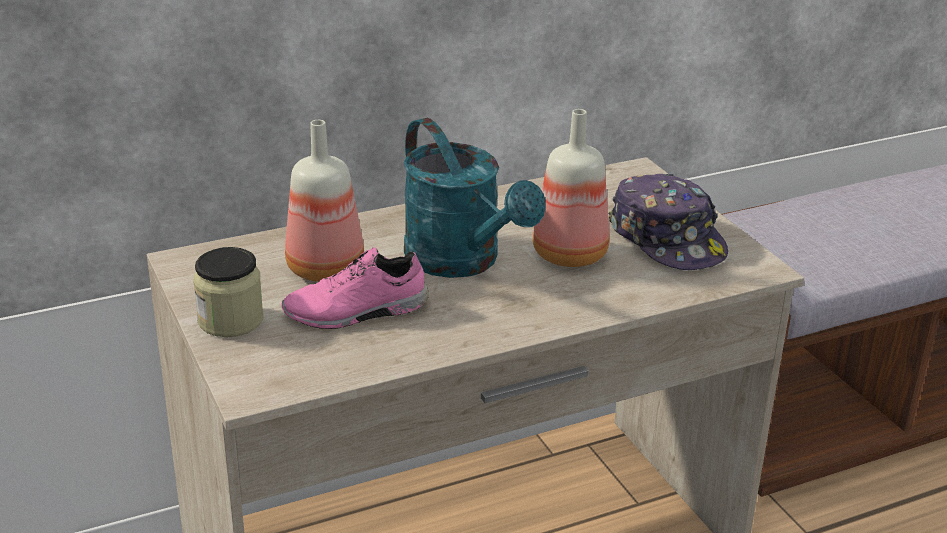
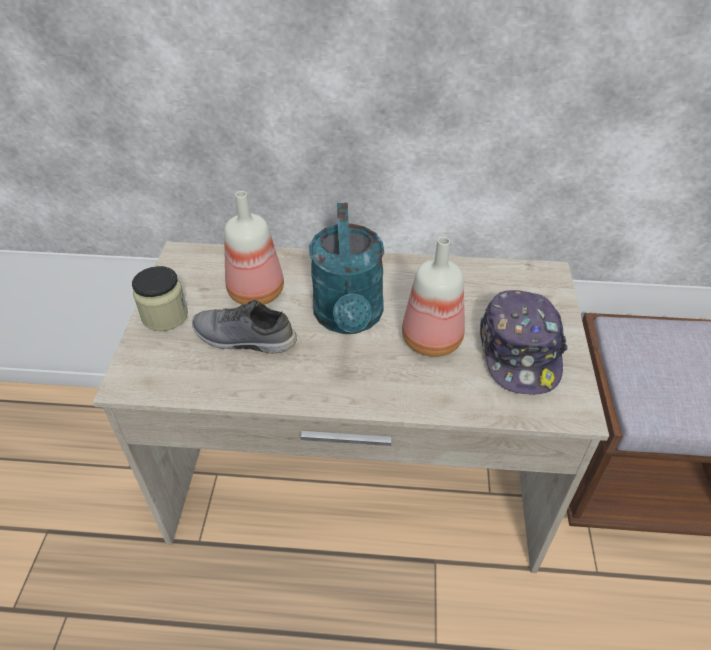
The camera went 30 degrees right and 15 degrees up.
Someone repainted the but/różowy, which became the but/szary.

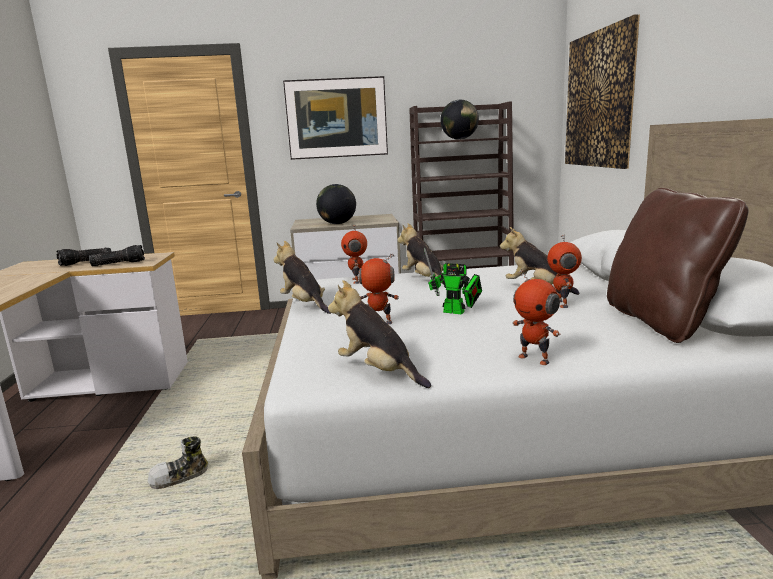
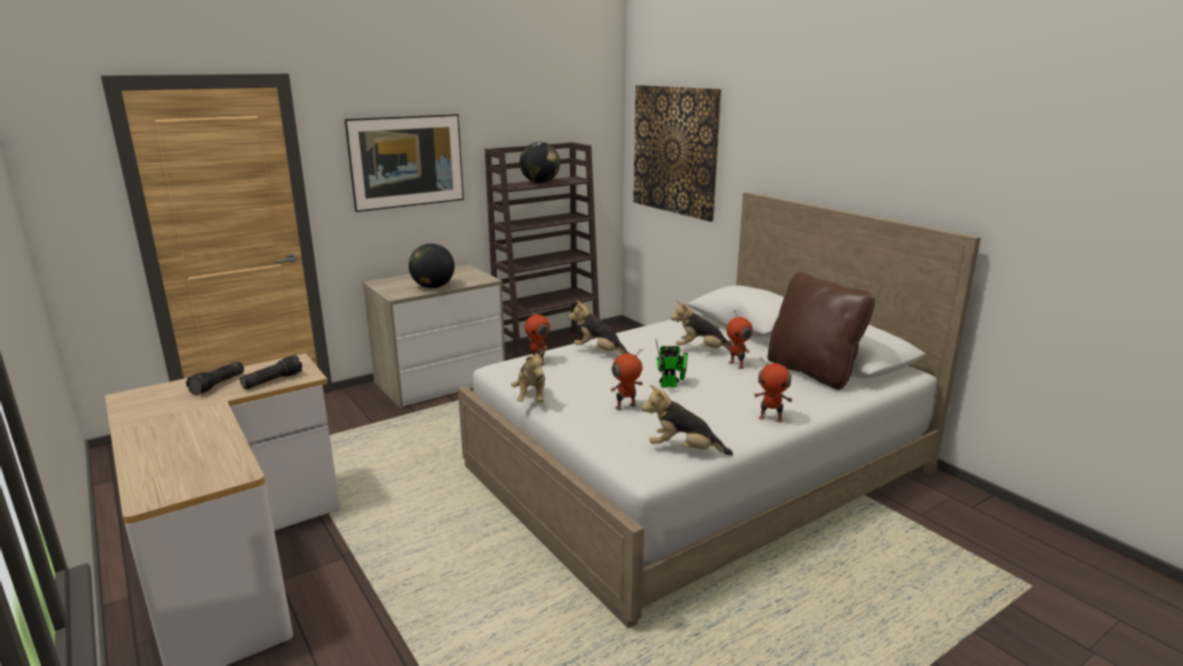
The camera went 30 degrees left and 5 degrees up.
Someone rotated the pluszak (no. 1 from left) by 120 degrees counterclockwise.
Someone took away the but.

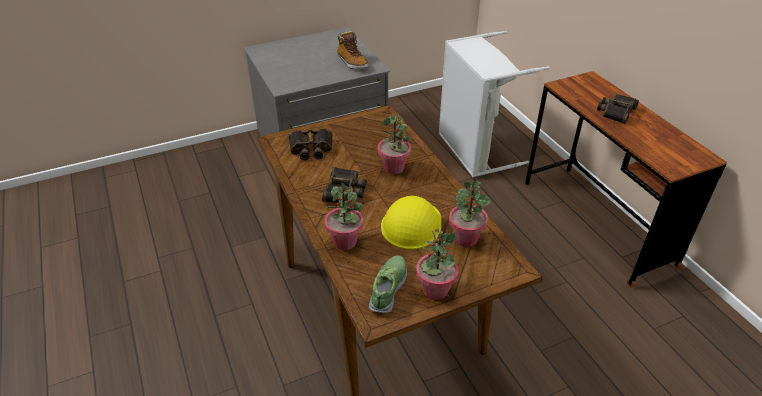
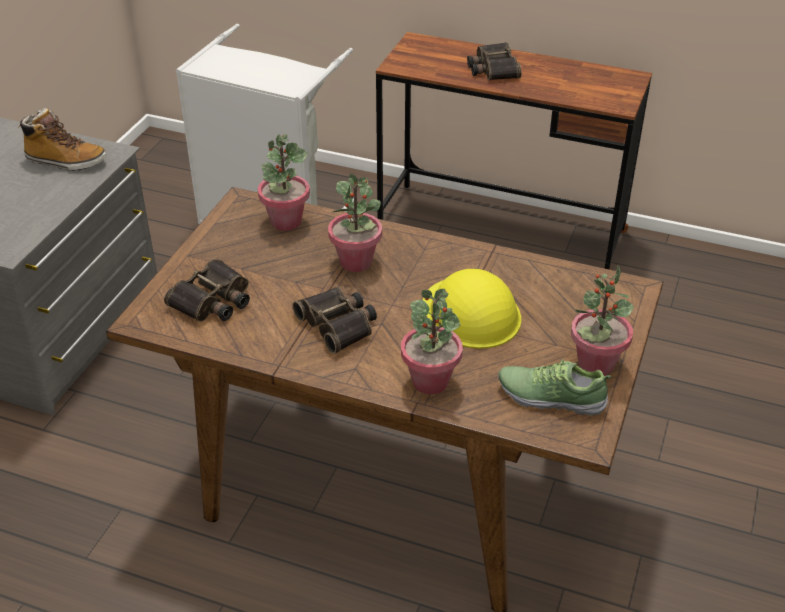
The camera went 45 degrees left and 0 degrees up.
Someone carried the roślina doniczkowa (no. 4 from left in the first image).
Someone rotated the but by 45 degrees counterclockwise.

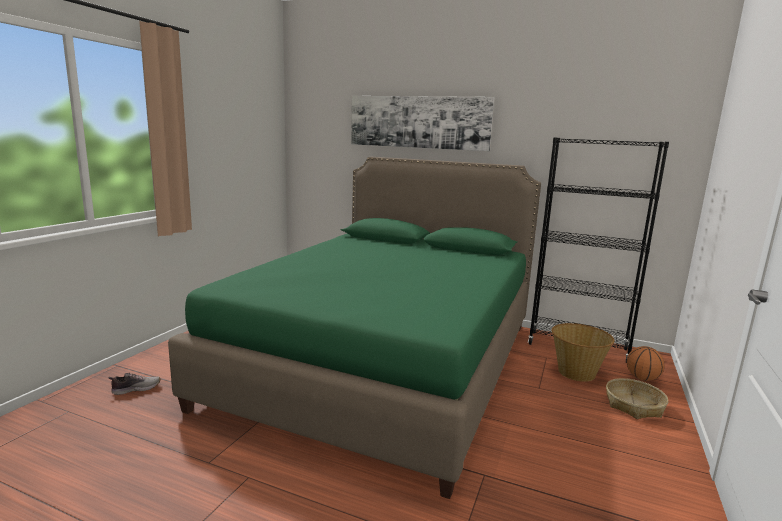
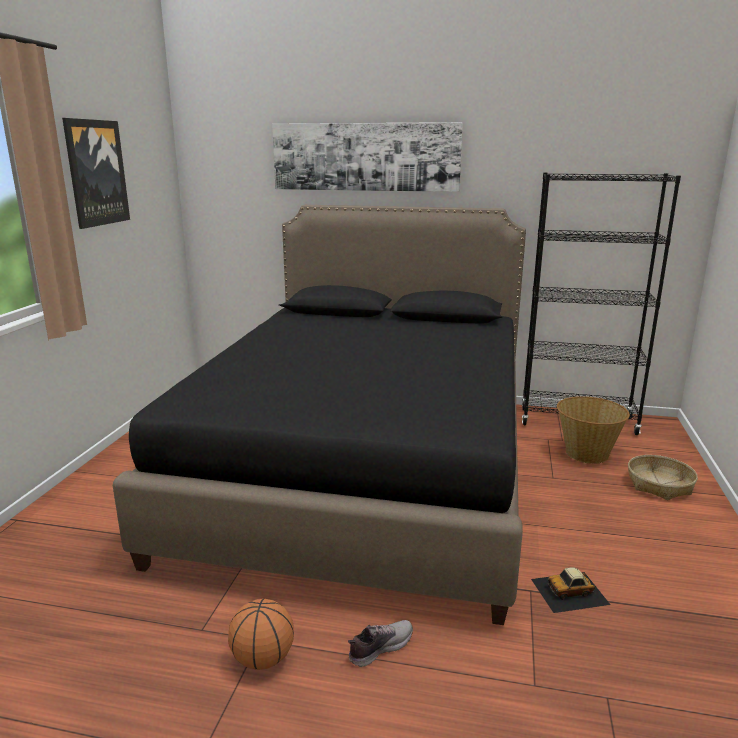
The camera went 10 degrees left and 5 degrees up.
Someone put up the obraz (no. 1 from left).
Someone repainted the łóżko/zielony, which became the łóżko/czarny.
Someone carried the piłka do koszykówki.
Someone carried the but.
Someone put down the samochodzik.

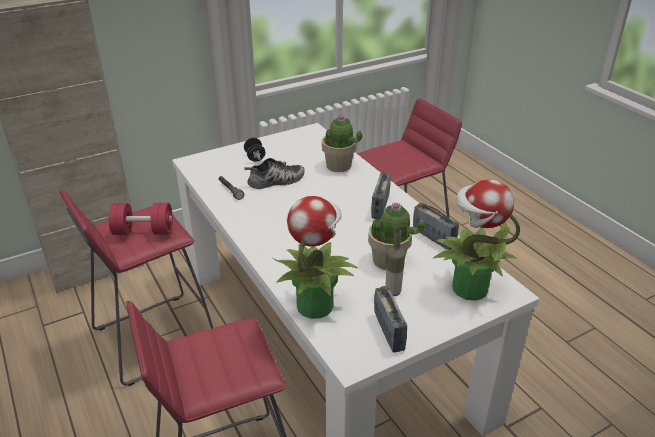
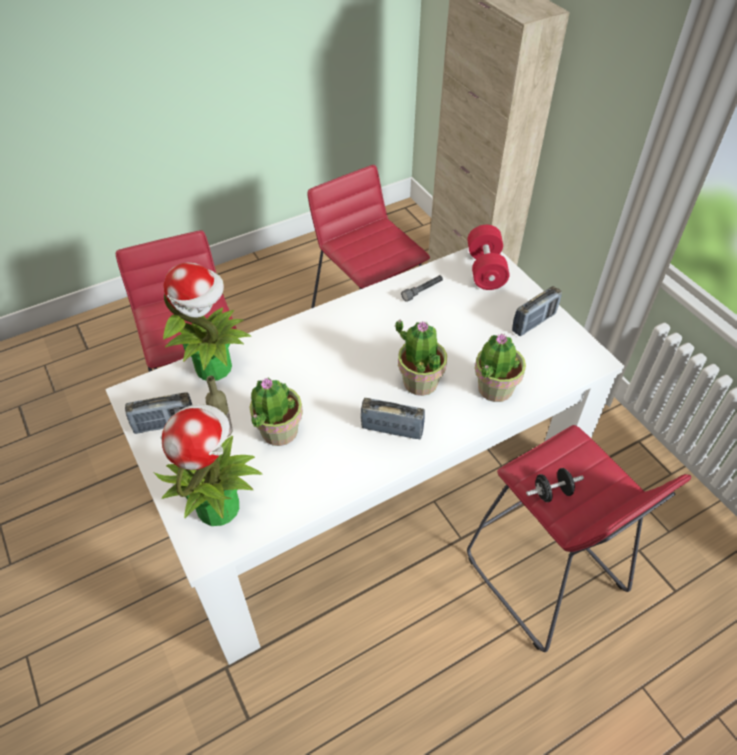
The camera went 90 degrees right and 15 degrees up.
Someone put down the roślina doniczkowa (no. 4 from left).
Someone carried the hantel/czerwony.
Someone carried the radio (no. 3 from left).
Someone carried the hantel/czarny.
Someone took away the but.

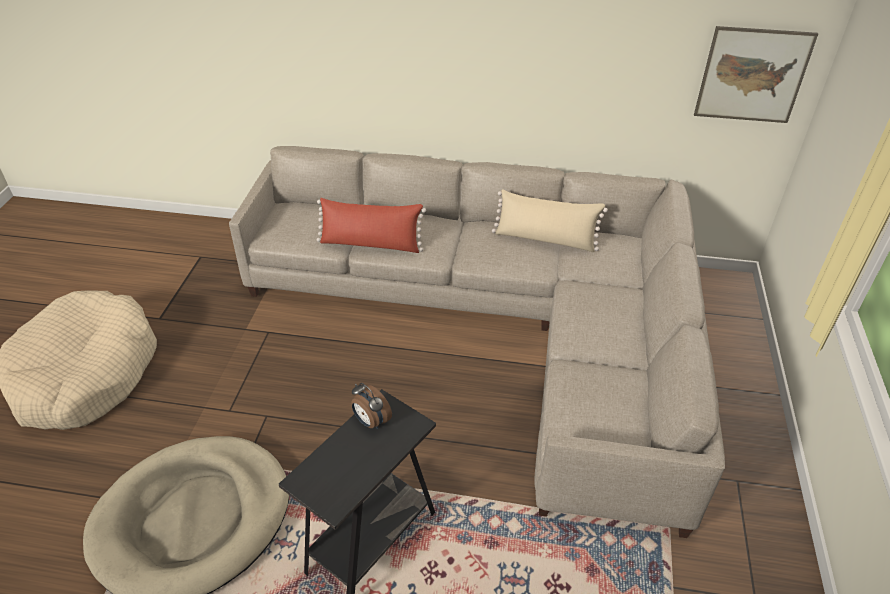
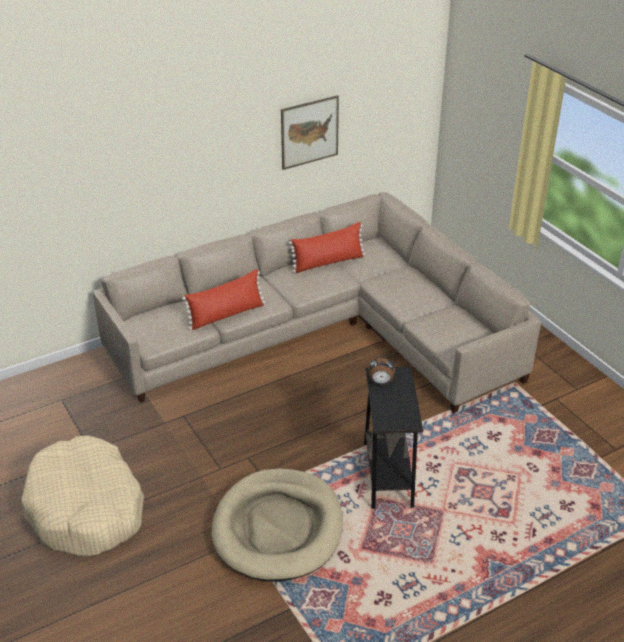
The camera went 40 degrees left and 5 degrees down.
Someone carried the obraz.
Someone repainted the poduszka/beżowy, which became the poduszka/czerwony (no. 2 from left).

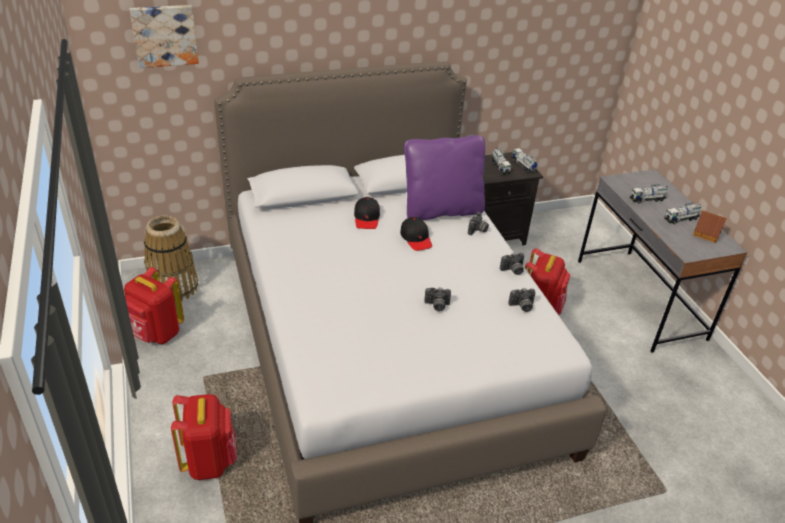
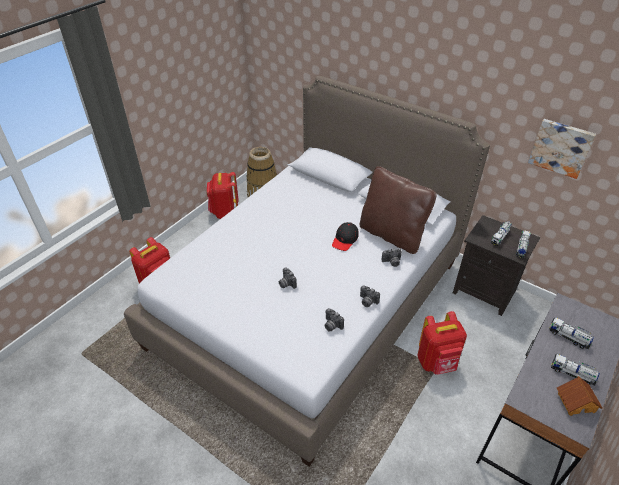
The camera went 55 degrees right and 5 degrees up.
Someone repainted the poduszka/fioletowy, which became the poduszka/brązowy.
Someone carried the obraz.
Someone took away the czapka z daszkiem/czarny (no. 1 from left).

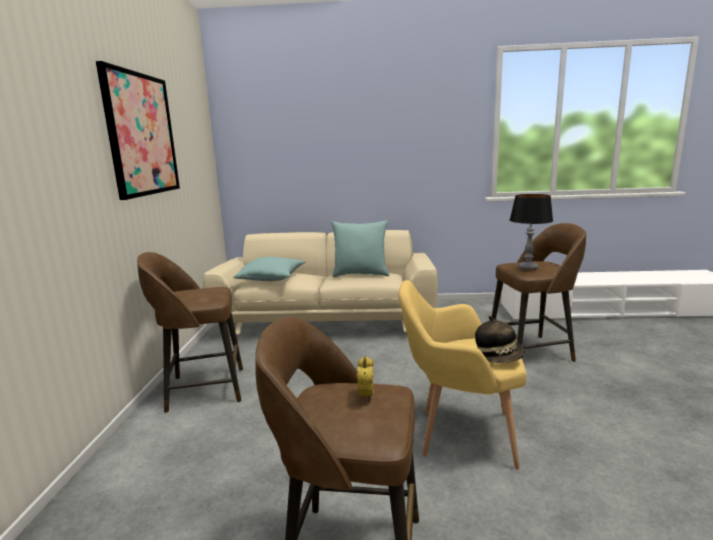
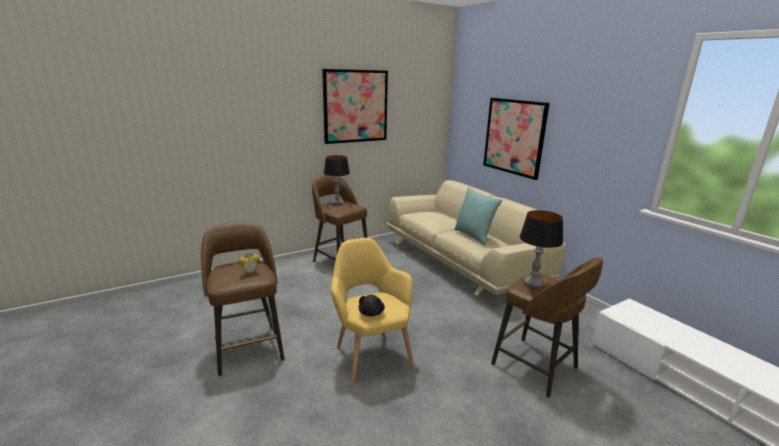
The camera went 55 degrees right and 5 degrees up.
Someone put down the lampa stołowa (no. 1 from left).
Someone swapped the kapelusz for the pluszak/czarny.
Someone put up the obraz (no. 2 from left).
Someone took away the poduszka/turkusowy (no. 1 from left).

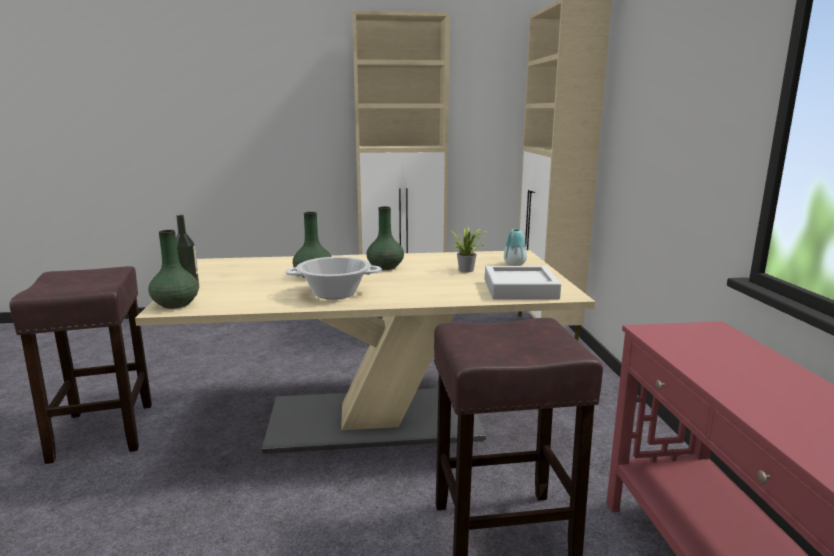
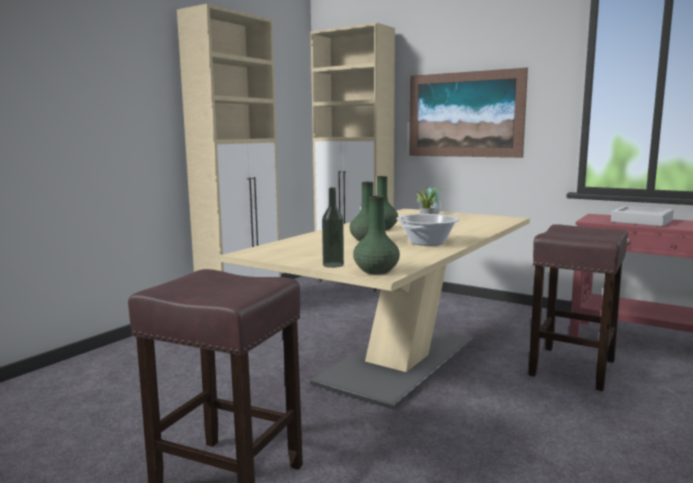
The camera went 50 degrees left and 5 degrees down.
Someone put up the obraz.
Someone carried the taca/szary.

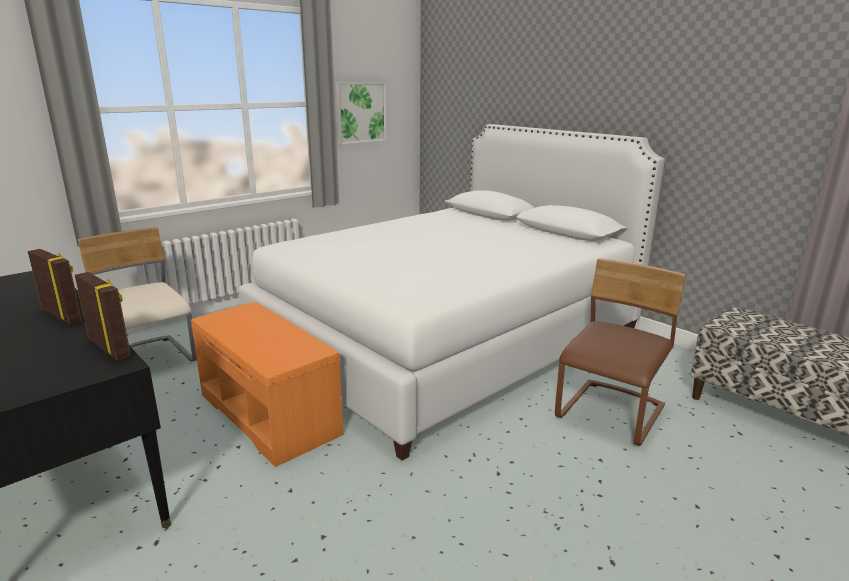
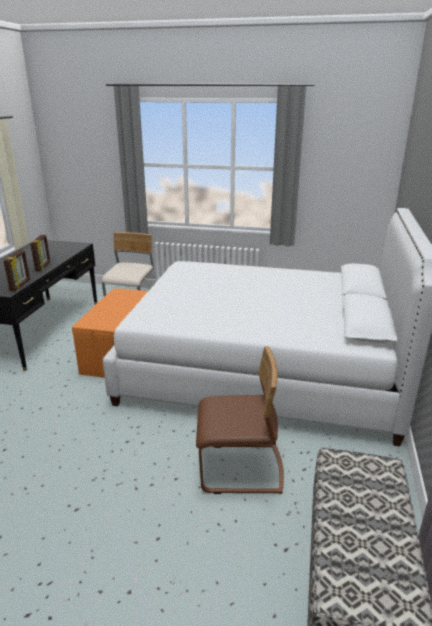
The camera went 55 degrees right and 5 degrees up.
Someone took away the obraz.

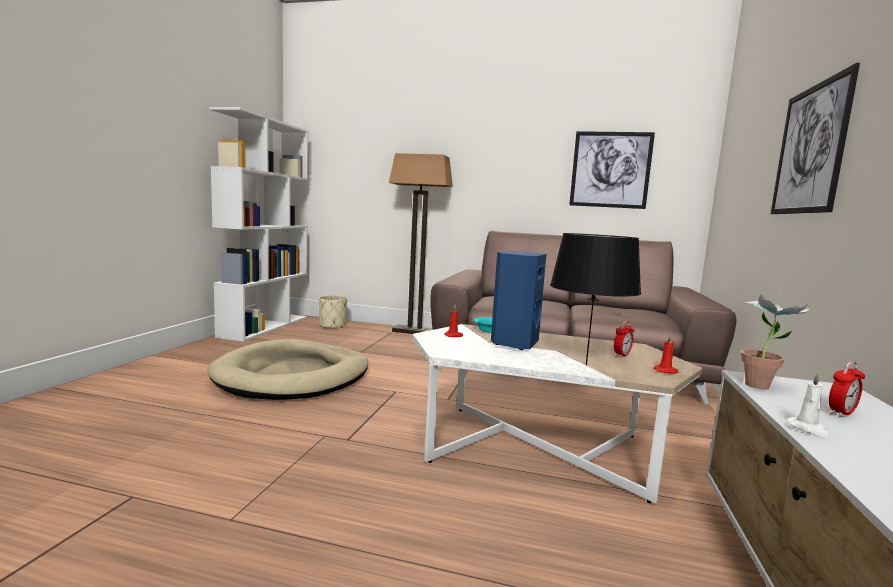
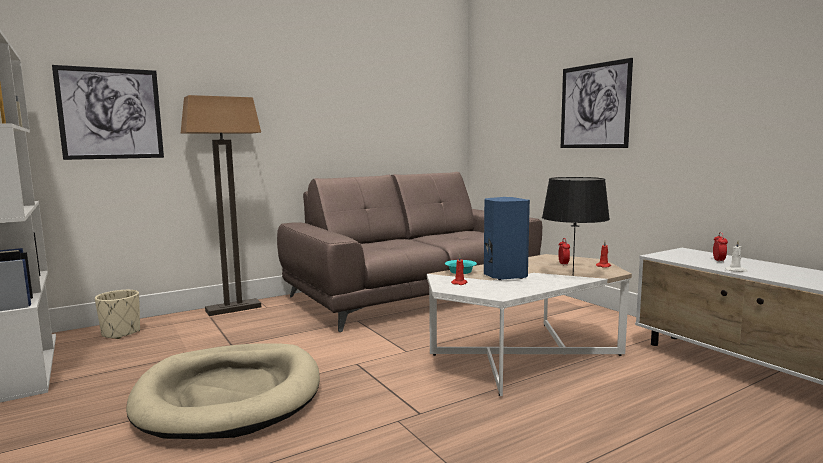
The camera went 45 degrees left and 0 degrees up.
Someone carried the obraz (no. 1 from left).
Someone took away the roślina doniczkowa.

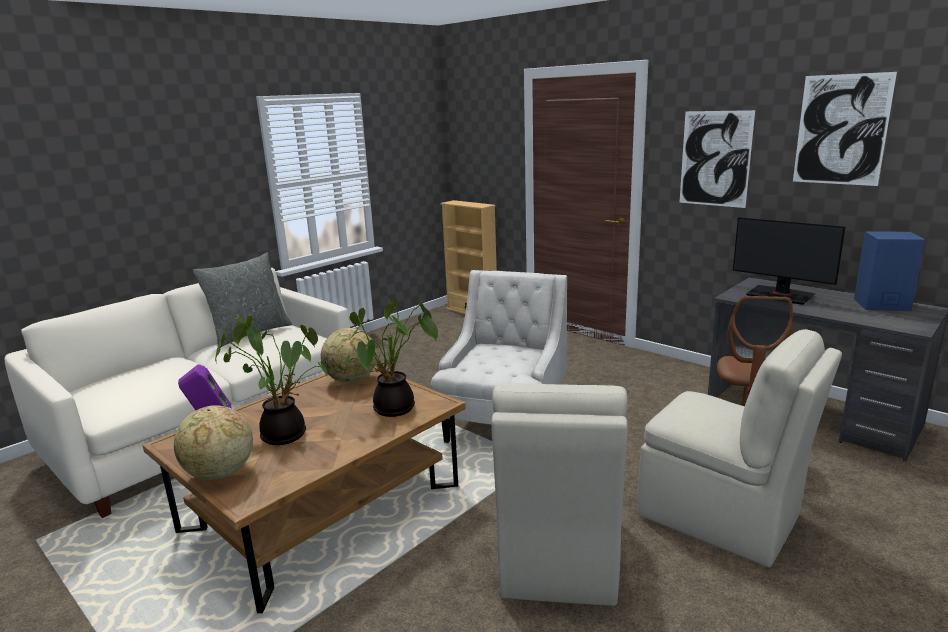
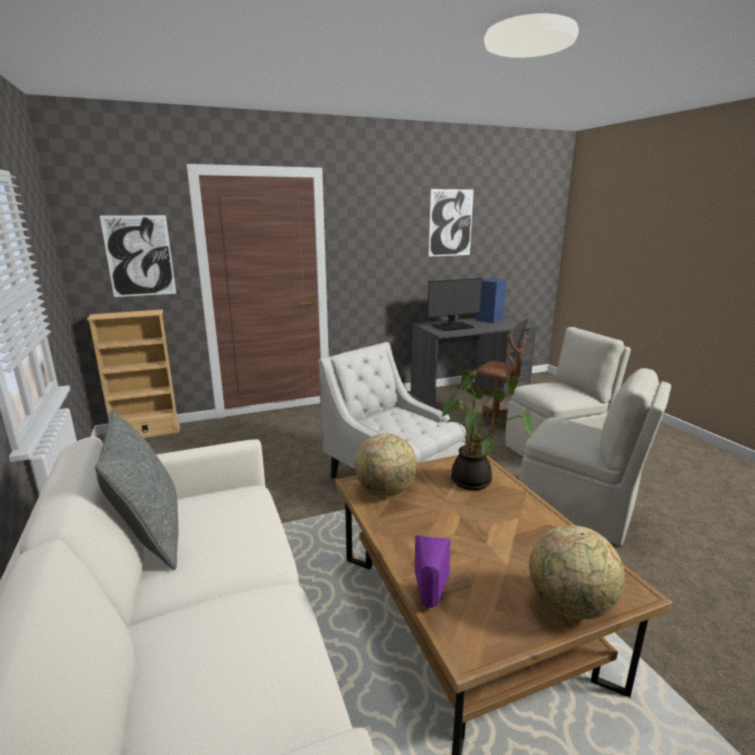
The camera went 65 degrees left and 0 degrees up.
Someone carried the obraz (no. 1 from left).
Someone took away the roślina doniczkowa (no. 1 from left).

